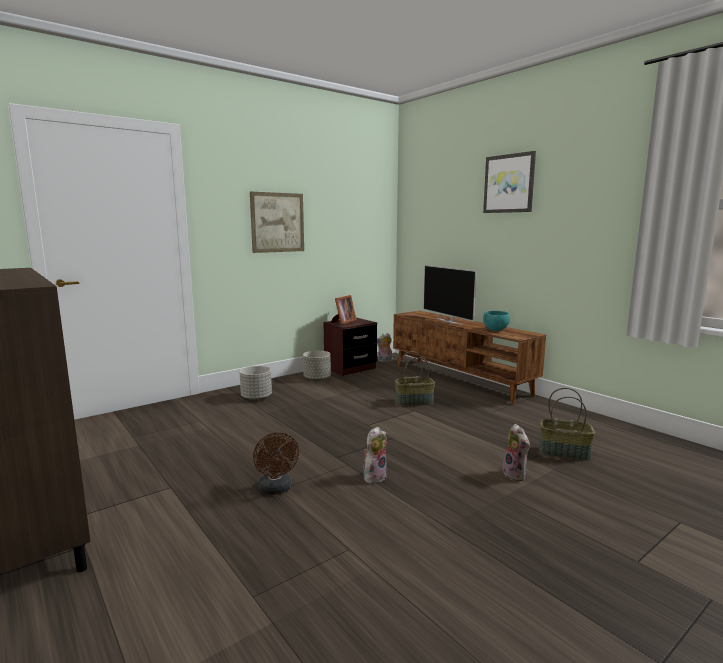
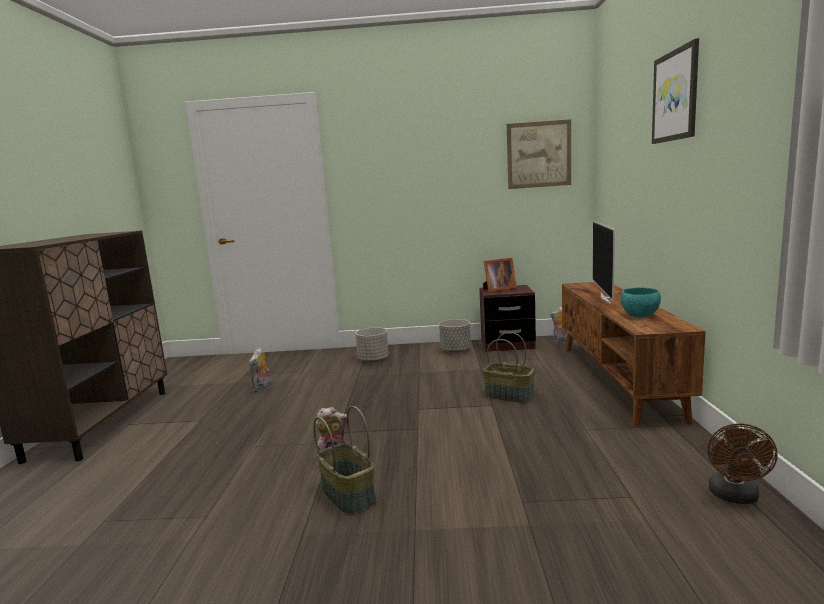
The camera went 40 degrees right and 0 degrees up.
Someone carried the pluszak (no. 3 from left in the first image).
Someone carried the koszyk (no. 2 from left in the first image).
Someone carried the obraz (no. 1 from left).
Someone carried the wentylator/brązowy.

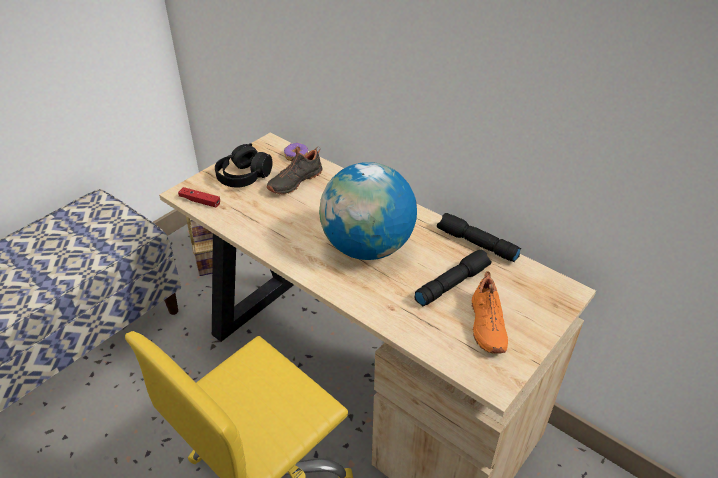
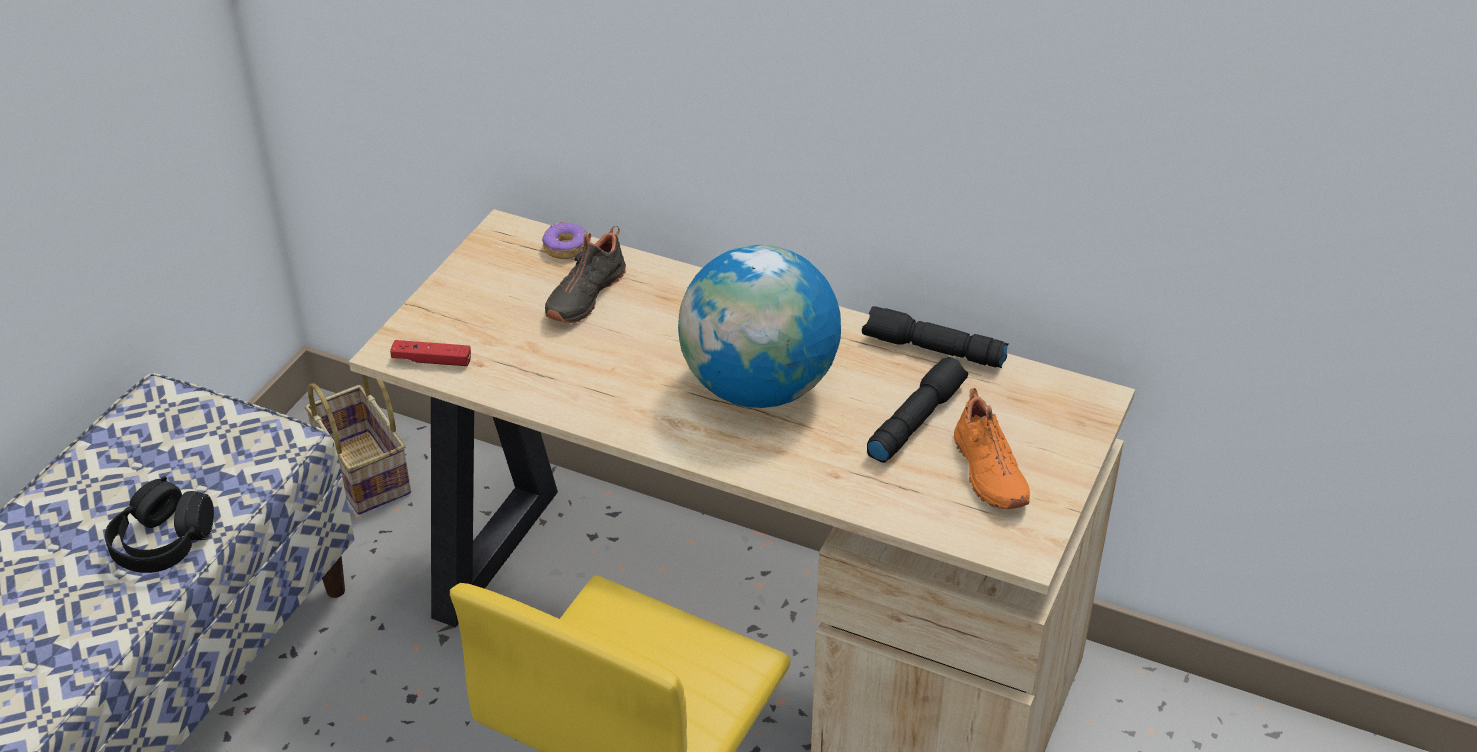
The camera went 15 degrees left and 0 degrees up.
Someone carried the słuchawki/czarny.

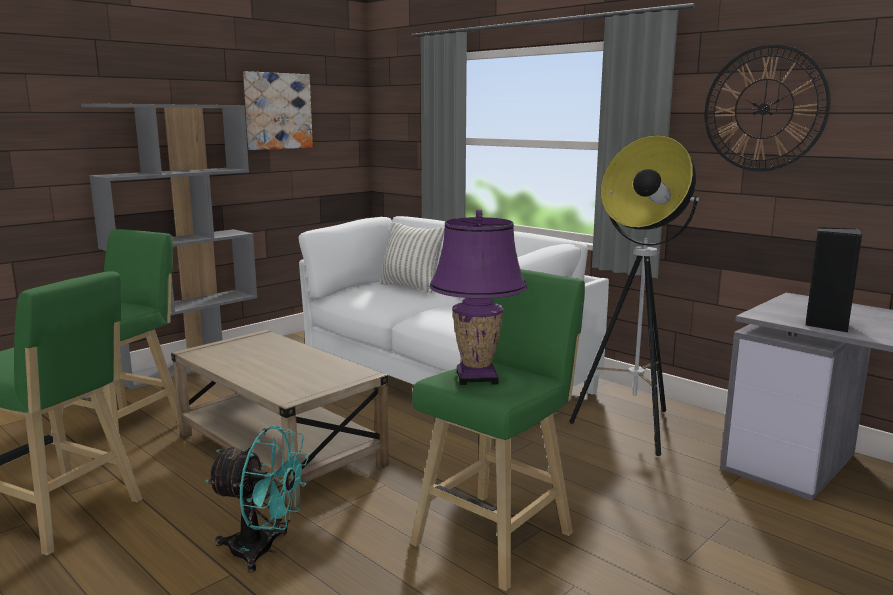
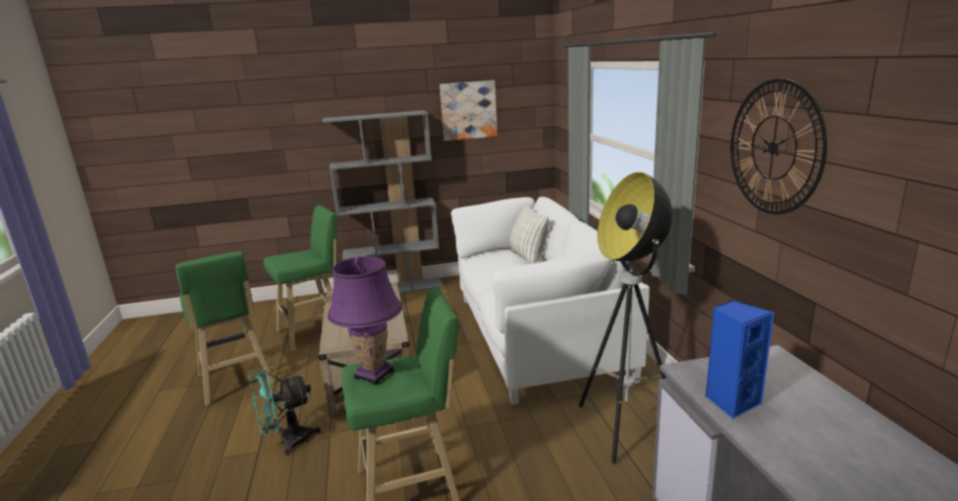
The camera went 35 degrees right and 5 degrees up.
Someone rotated the wentylator/turkusowy by 105 degrees clockwise.
Someone repainted the głośnik/czarny, which became the głośnik/niebieski.

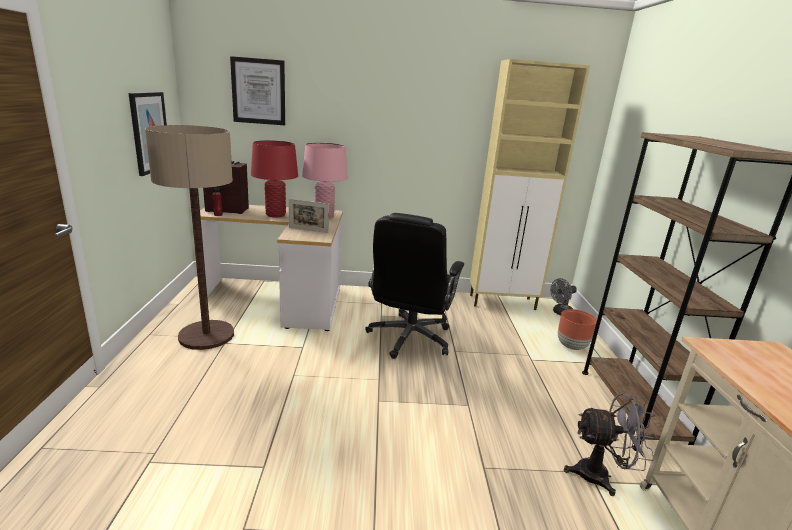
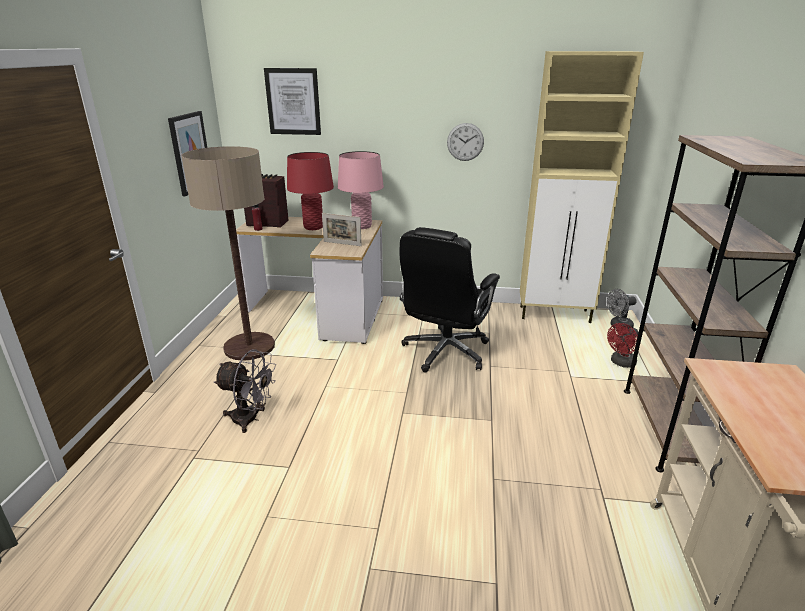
The camera went 10 degrees right and 5 degrees up.
Someone carried the wentylator/szary (no. 2 from left in the first image).
Someone put up the zegar ścienny.
Someone swapped the donica/brązowy for the wentylator/czerwony.

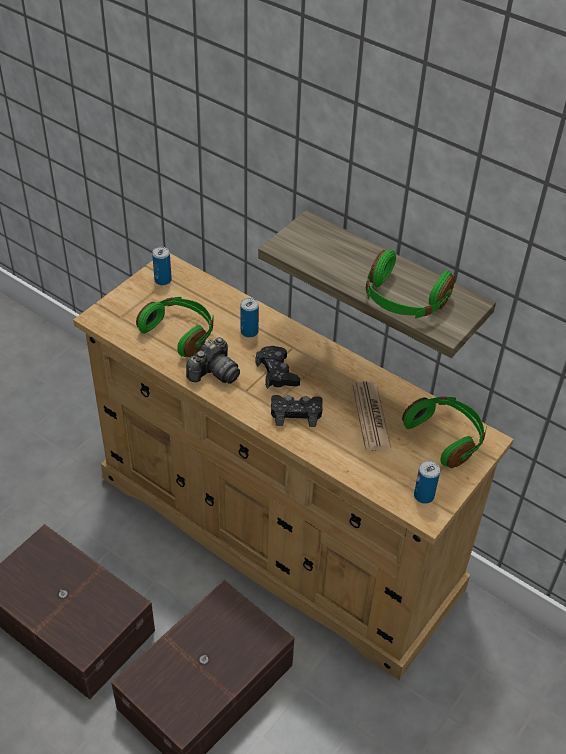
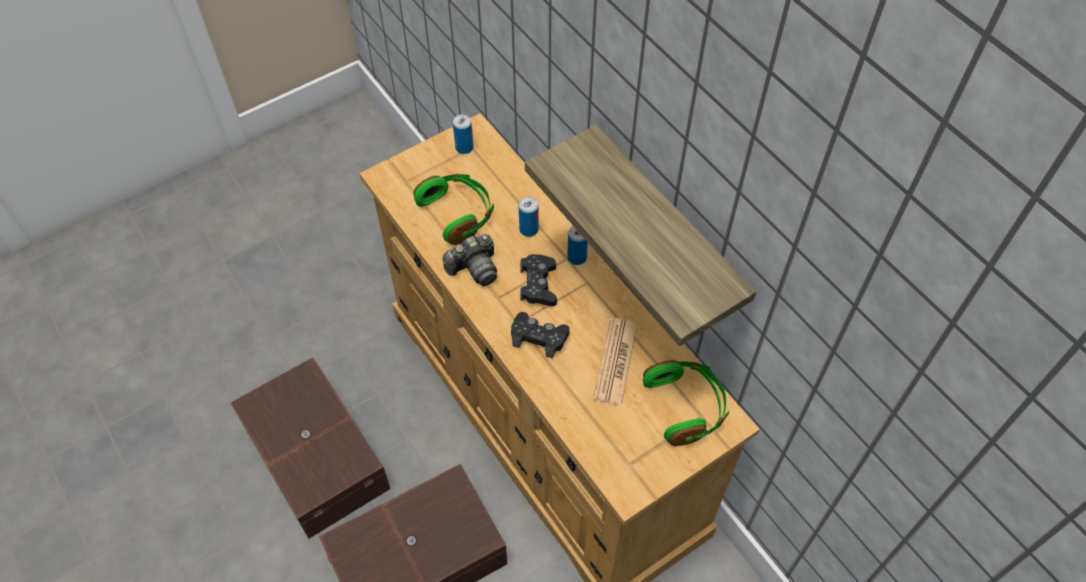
The camera went 20 degrees right and 10 degrees up.
Someone carried the puszka (no. 3 from left).
Someone took away the słuchawki/zielony (no. 2 from left).

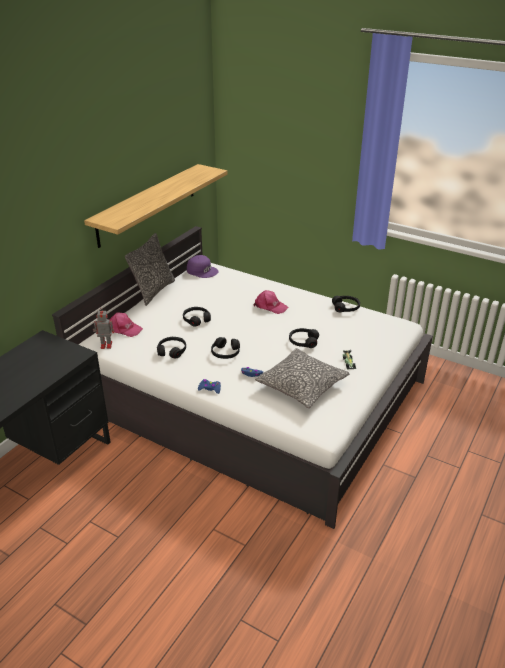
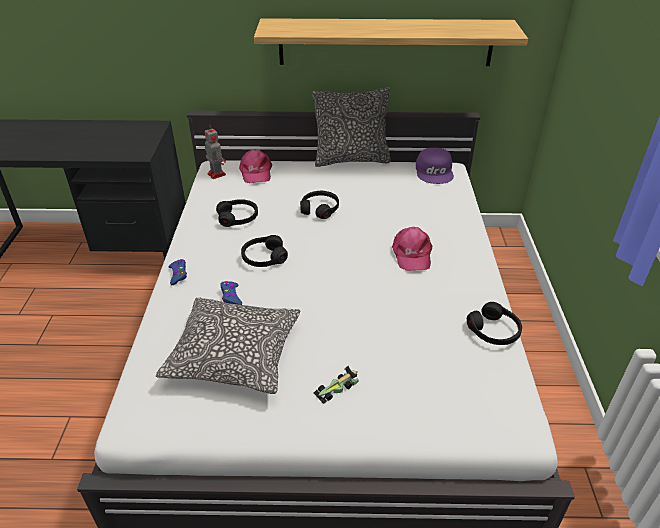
The camera went 60 degrees right and 5 degrees up.
Someone took away the słuchawki/czarny (no. 4 from left).

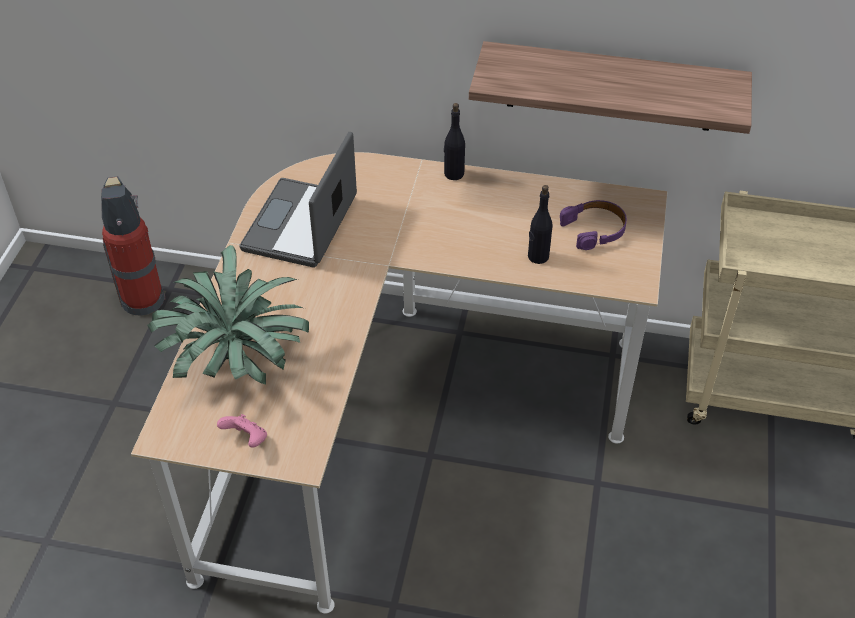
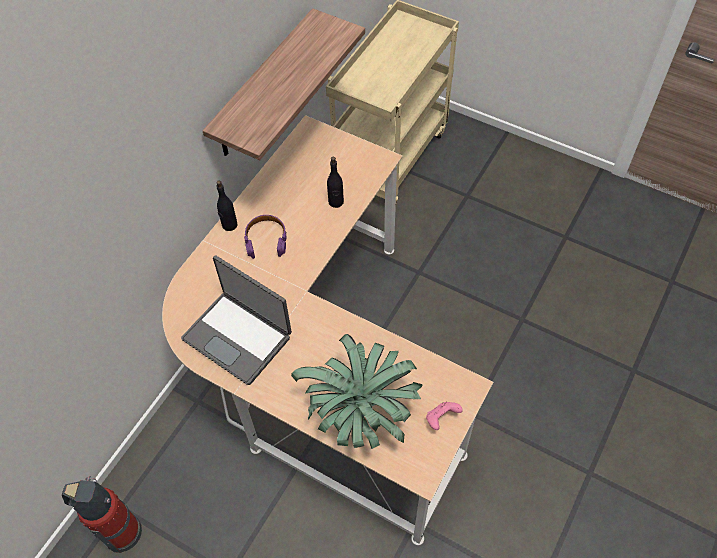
The camera went 70 degrees left and 10 degrees up.
Someone carried the słuchawki/fioletowy.

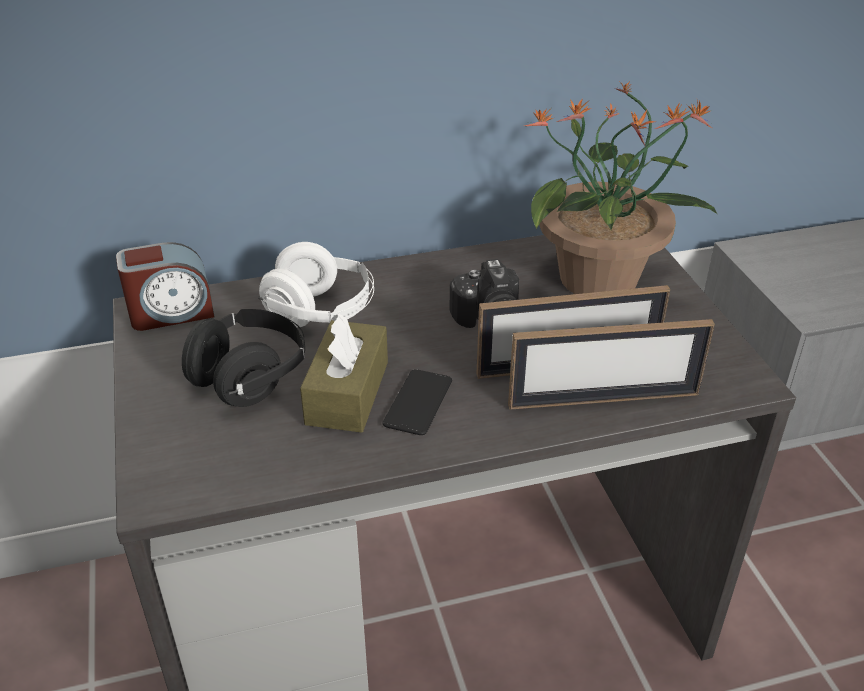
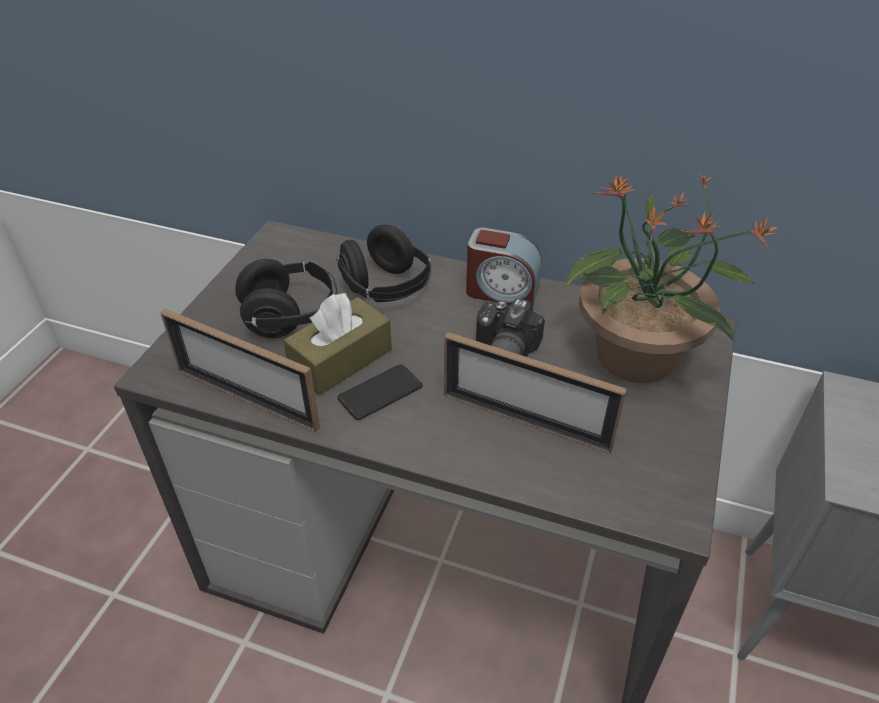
The camera went 35 degrees right and 5 degrees up.
Someone carried the ramka na zdjęcie (no. 2 from left in the first image).
Someone repainted the słuchawki/biały, which became the słuchawki/czarny (no. 2 from left).
Someone carried the budzik.

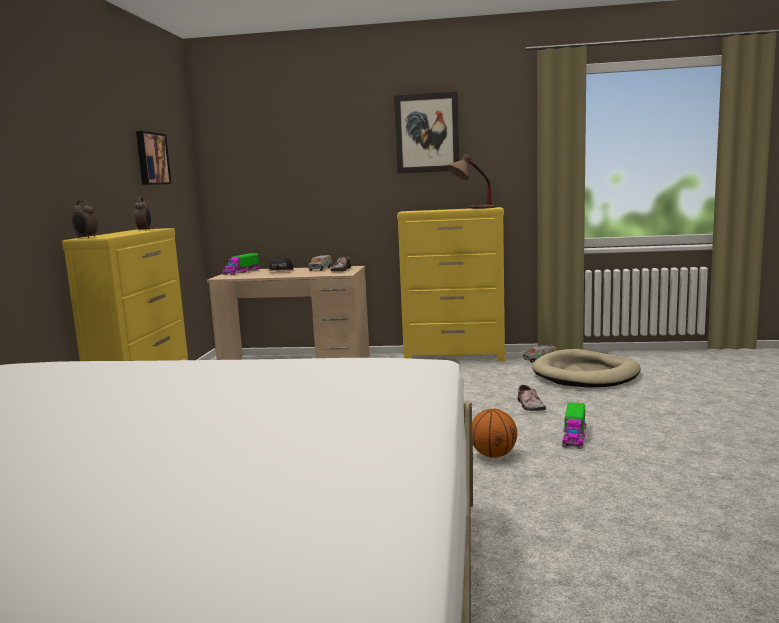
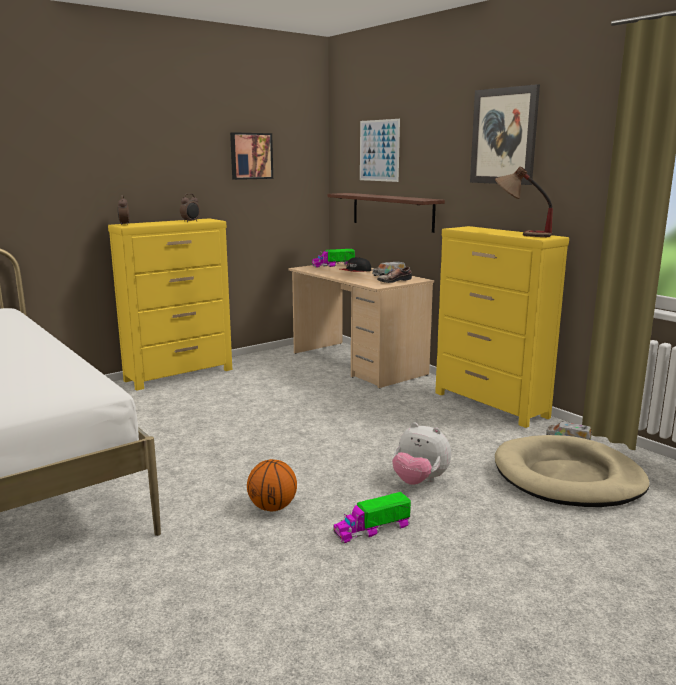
The camera went 45 degrees right and 5 degrees up.
Someone put up the półka.
Someone put up the obraz (no. 2 from left).
Someone swapped the but (no. 2 from left) for the pluszak.

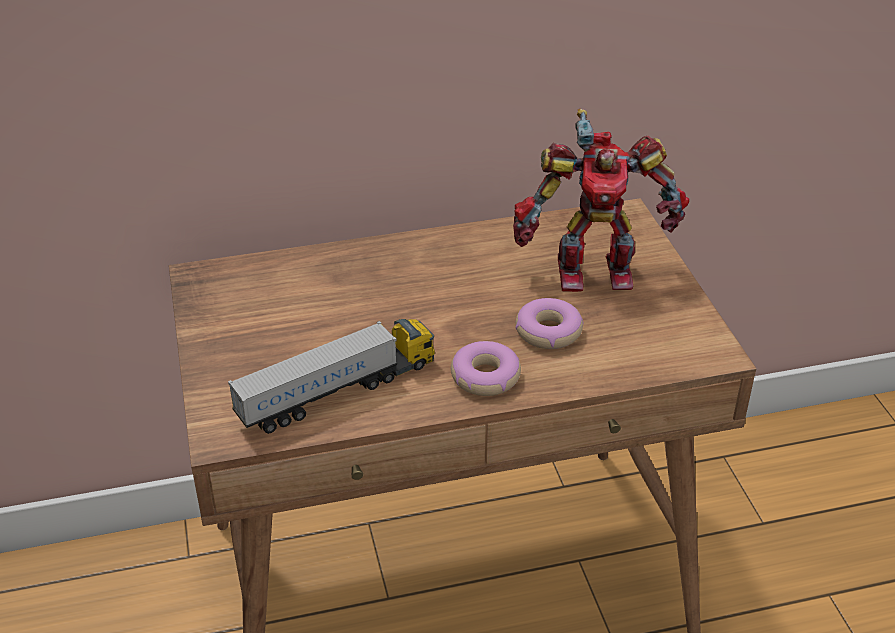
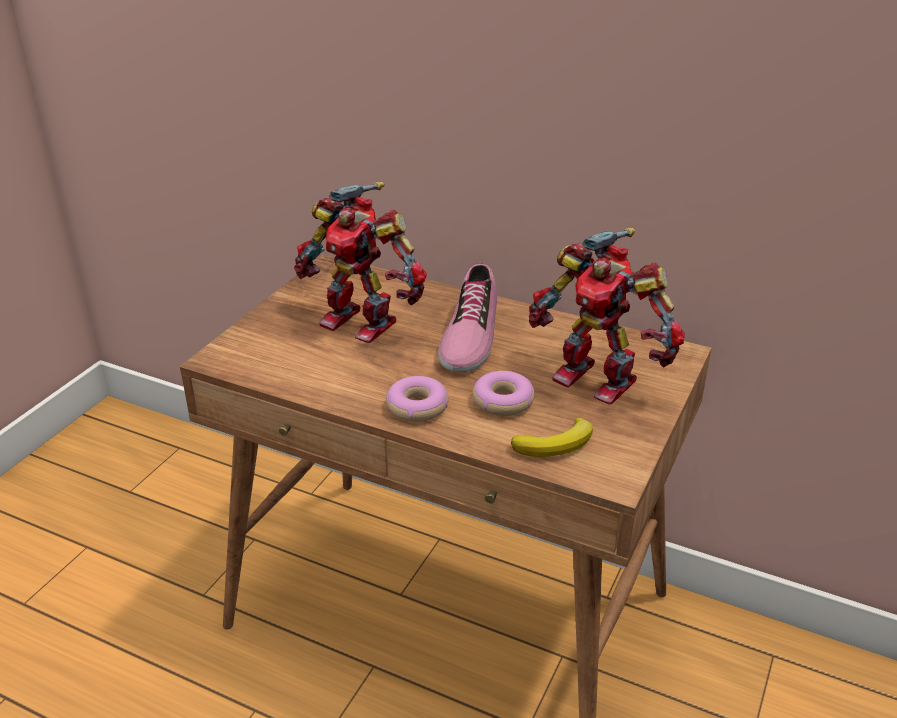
The camera went 40 degrees right and 5 degrees down.
Someone put down the robot zabawkowy (no. 1 from left).
Someone put down the but.
Someone put down the banan.
Someone took away the ciężarówka zabawkowa.

